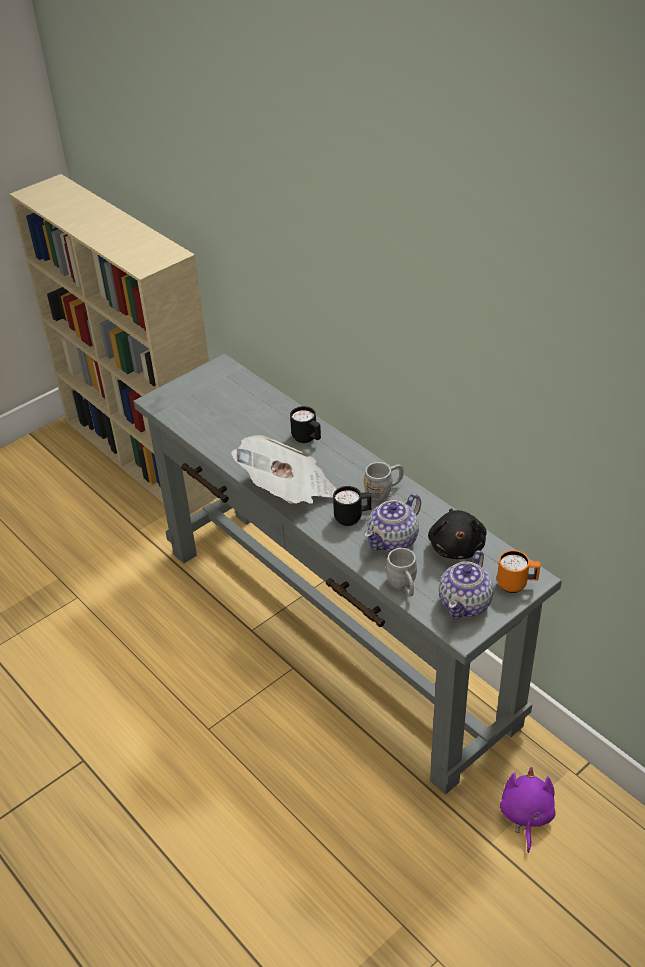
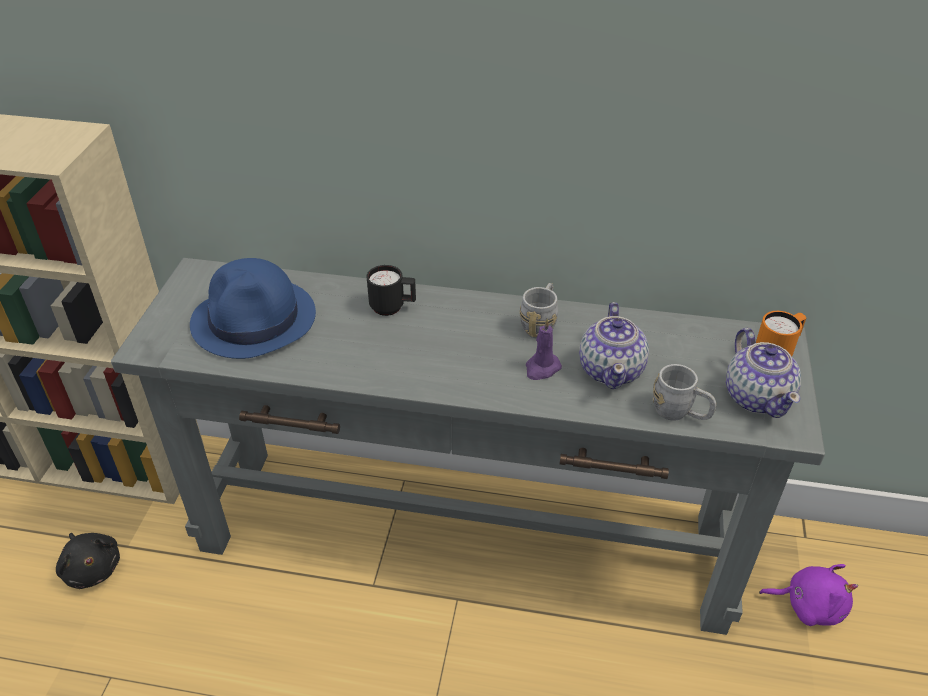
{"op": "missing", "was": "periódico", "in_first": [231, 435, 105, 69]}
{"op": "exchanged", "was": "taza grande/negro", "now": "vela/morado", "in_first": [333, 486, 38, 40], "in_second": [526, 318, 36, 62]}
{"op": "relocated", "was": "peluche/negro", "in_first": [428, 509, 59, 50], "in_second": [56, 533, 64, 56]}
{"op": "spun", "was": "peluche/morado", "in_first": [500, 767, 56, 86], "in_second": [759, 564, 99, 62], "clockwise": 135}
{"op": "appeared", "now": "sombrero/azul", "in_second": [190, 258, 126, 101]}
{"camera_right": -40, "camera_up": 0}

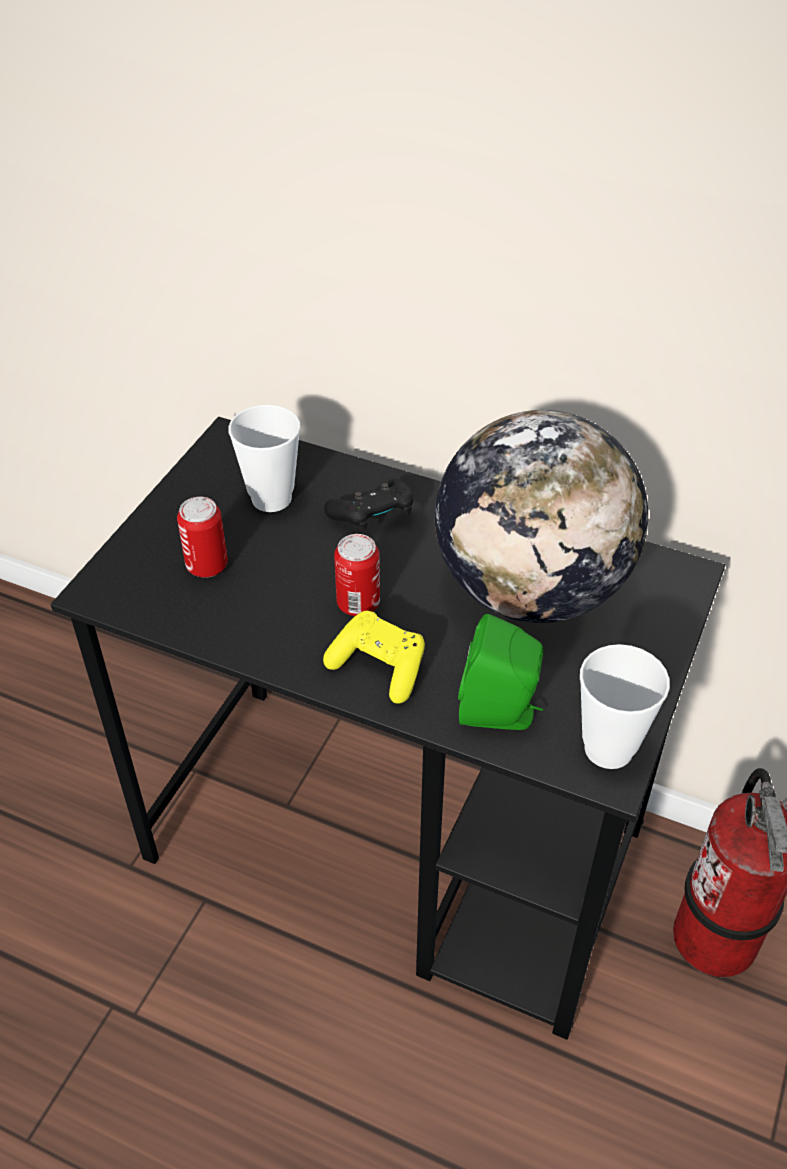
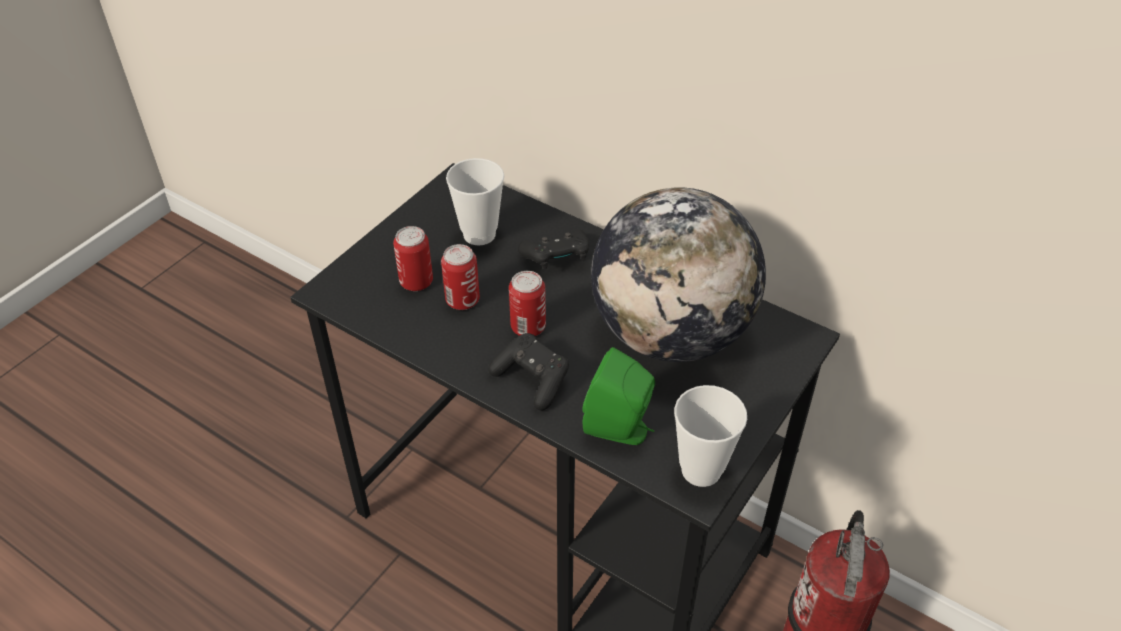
{"op": "colour", "was": "mando de consola/amarillo", "now": "mando de consola/negro", "in_first": [323, 611, 102, 93], "in_second": [488, 333, 81, 78]}
{"op": "appeared", "now": "lata", "in_second": [441, 244, 39, 66]}
{"camera_right": 10, "camera_up": 0}

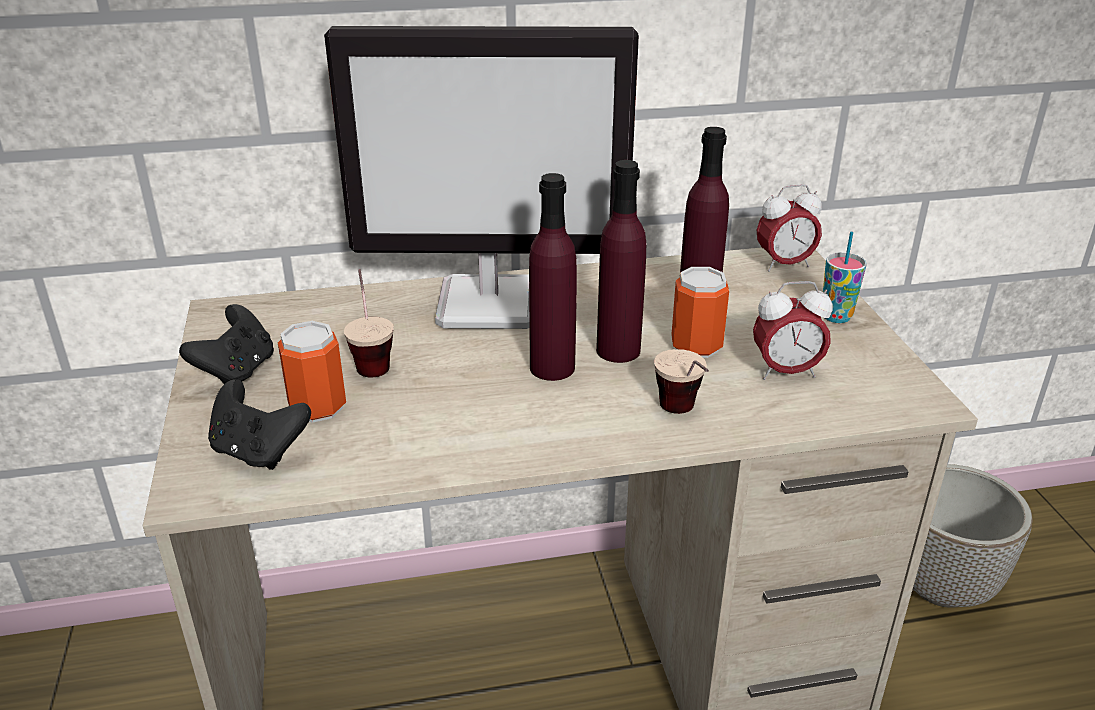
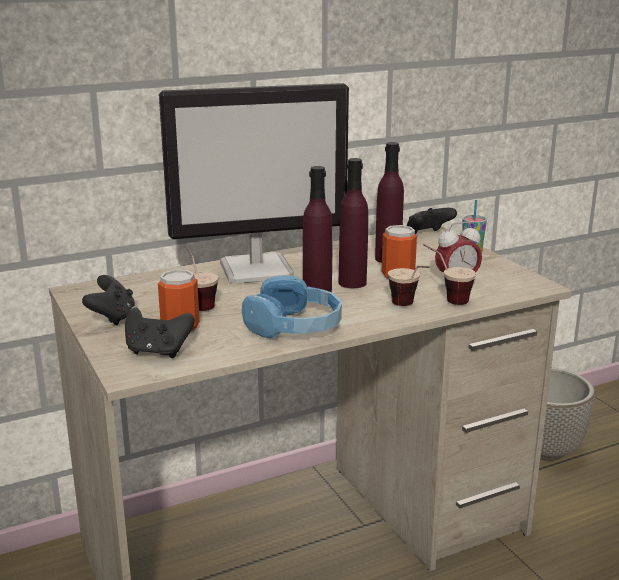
{"op": "exchanged", "was": "despertador", "now": "mando de consola/negro", "in_first": [757, 184, 65, 88], "in_second": [407, 208, 50, 26]}
{"op": "appeared", "now": "taza", "in_second": [423, 244, 53, 61]}
{"op": "appeared", "now": "auriculares/azul", "in_second": [242, 276, 100, 62]}
{"camera_right": -15, "camera_up": -10}

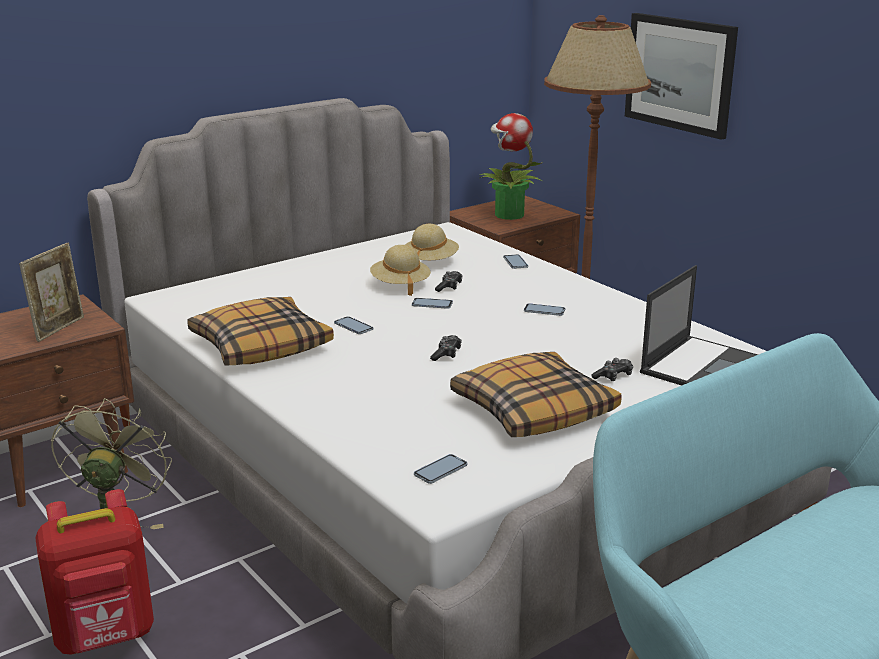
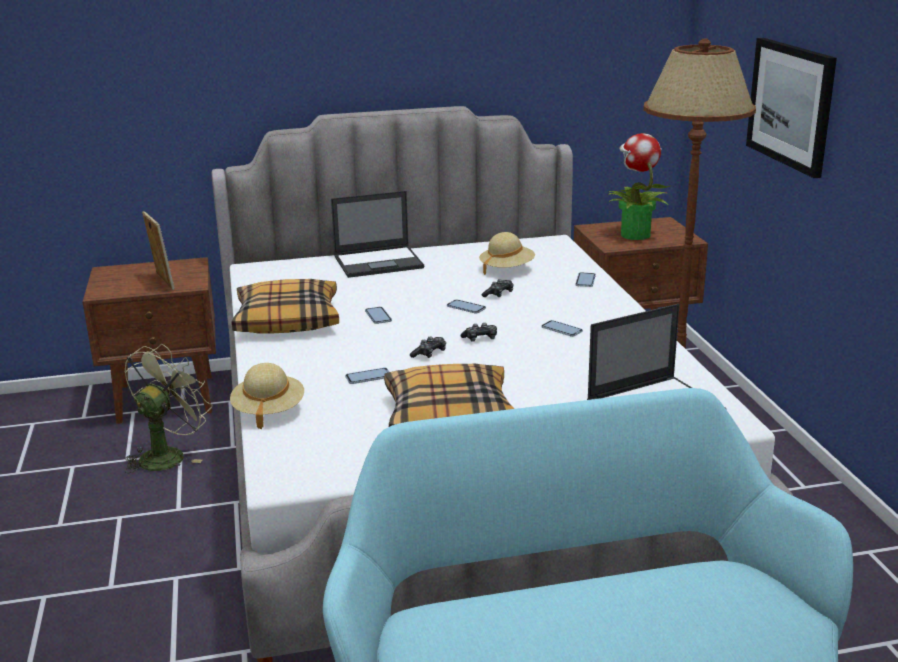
{"op": "spun", "was": "portarretratos", "in_first": [19, 243, 65, 99], "in_second": [142, 211, 33, 79], "clockwise": -75}
{"op": "relocated", "was": "sombrero/beis", "in_first": [370, 245, 61, 51], "in_second": [230, 363, 74, 66]}
{"op": "relocated", "was": "mando de consola", "in_first": [591, 358, 42, 23], "in_second": [461, 323, 36, 19]}
{"op": "relocated", "was": "móvil", "in_first": [414, 454, 53, 30], "in_second": [345, 368, 44, 16]}
{"op": "missing", "was": "mochila/rojo", "in_first": [36, 489, 118, 166]}
{"op": "appeared", "now": "portátil", "in_second": [331, 191, 93, 87]}
{"camera_right": 25, "camera_up": 0}

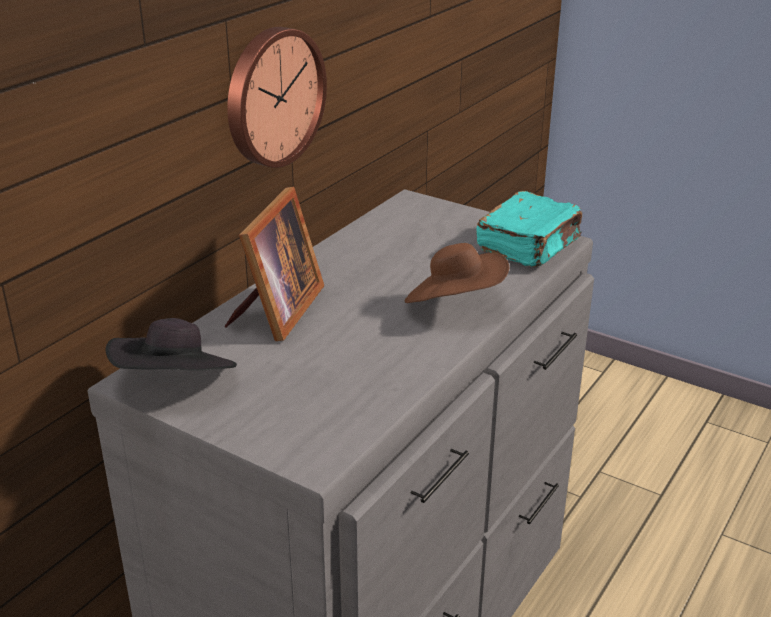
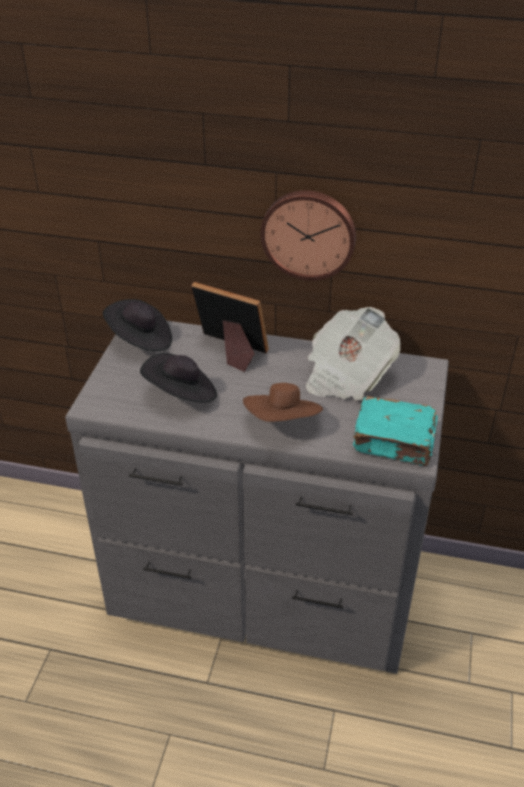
{"op": "spun", "was": "portarretratos", "in_first": [224, 187, 100, 154], "in_second": [191, 282, 78, 90], "clockwise": -150}
{"op": "appeared", "now": "periódico", "in_second": [306, 307, 94, 94]}
{"op": "appeared", "now": "sombrero/negro", "in_second": [140, 353, 77, 50]}
{"camera_right": 70, "camera_up": 10}

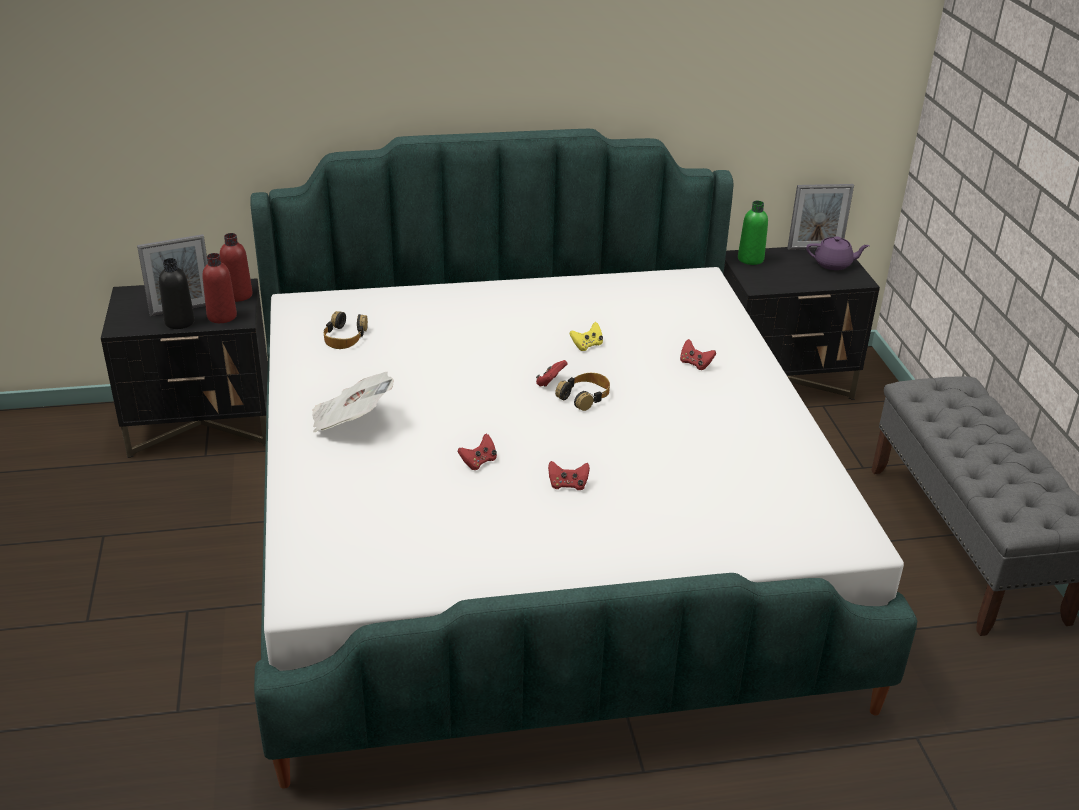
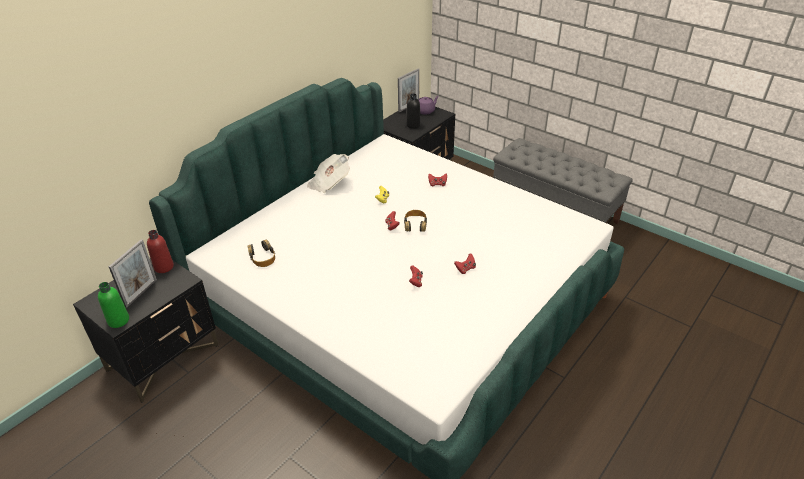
{"op": "relocated", "was": "botella/verde", "in_first": [738, 201, 30, 64], "in_second": [98, 282, 31, 46]}
{"op": "missing", "was": "botella/rojo", "in_first": [202, 253, 35, 70]}
{"op": "relocated", "was": "botella/negro", "in_first": [159, 258, 36, 71], "in_second": [406, 94, 15, 35]}
{"op": "relocated", "was": "periódico", "in_first": [312, 372, 82, 61], "in_second": [307, 154, 43, 39]}
{"camera_right": -40, "camera_up": 5}

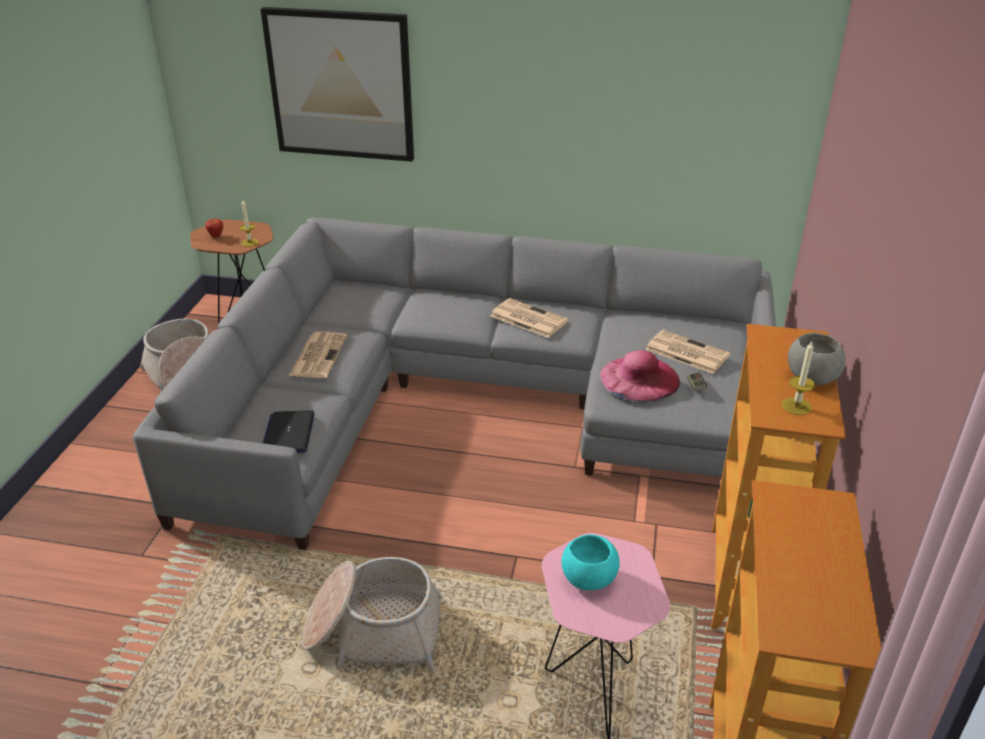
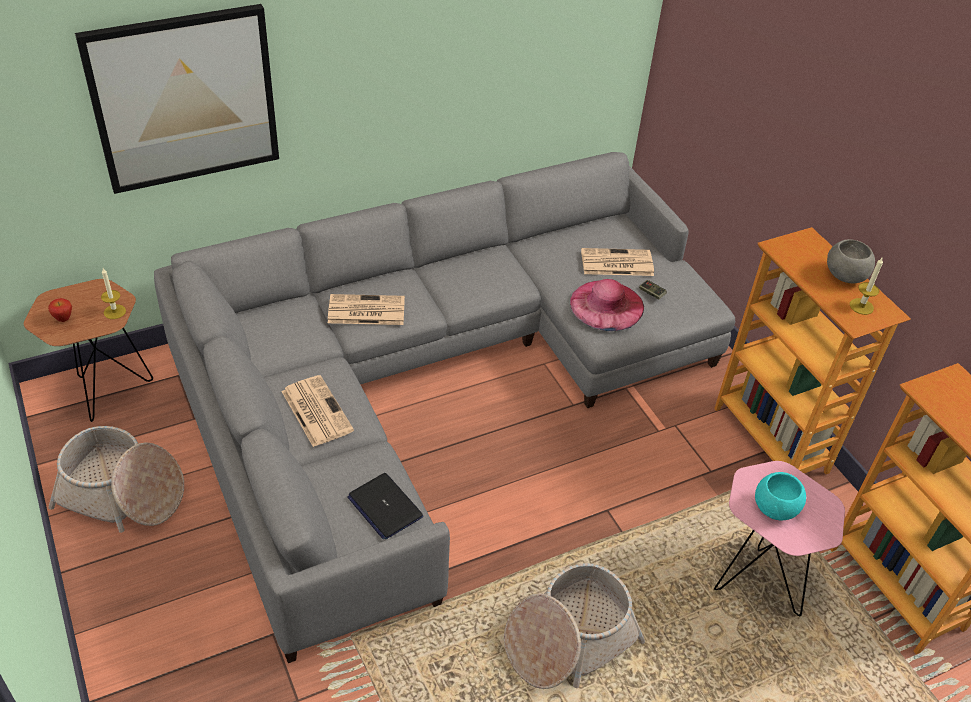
{"op": "relocated", "was": "periódico", "in_first": [490, 298, 78, 40], "in_second": [328, 294, 77, 31]}
{"camera_right": -40, "camera_up": 10}

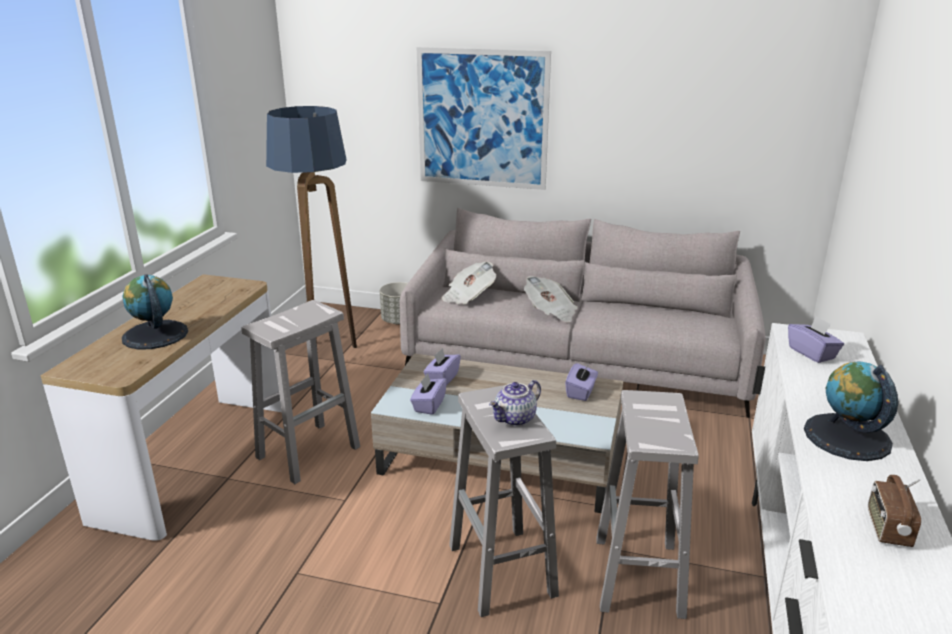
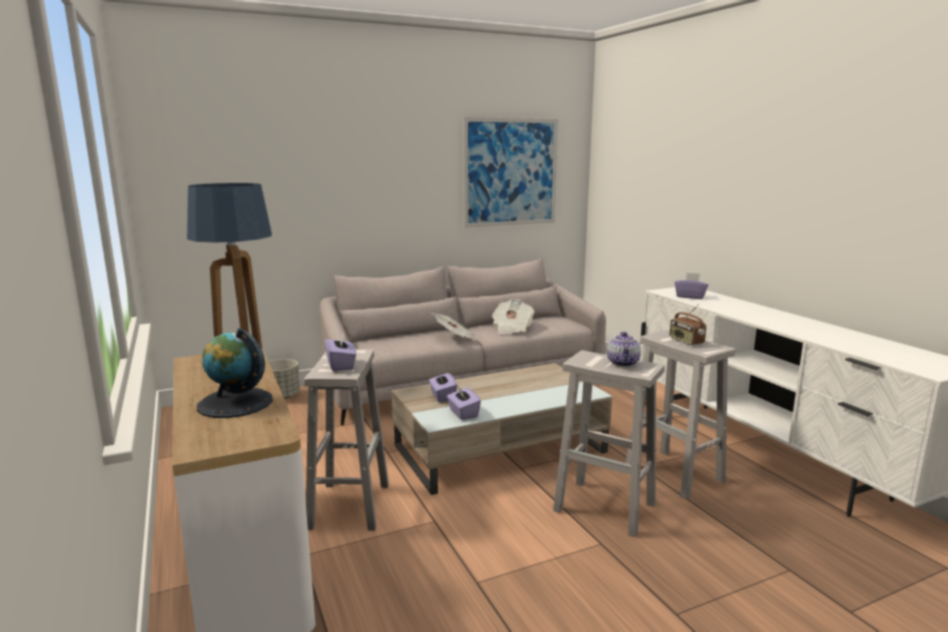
{"op": "relocated", "was": "cuadro", "in_first": [416, 47, 135, 143], "in_second": [463, 117, 95, 111]}
{"op": "relocated", "was": "periódico", "in_first": [441, 262, 55, 43], "in_second": [492, 299, 43, 35]}
{"op": "missing", "was": "globo terráqueo", "in_first": [804, 361, 94, 100]}
{"op": "relocated", "was": "caja de pañuelos/morado", "in_first": [565, 363, 33, 38], "in_second": [325, 332, 31, 39]}
{"op": "relocated", "was": "radio", "in_first": [868, 475, 53, 72], "in_second": [670, 304, 36, 41]}
{"camera_right": -40, "camera_up": -10}

